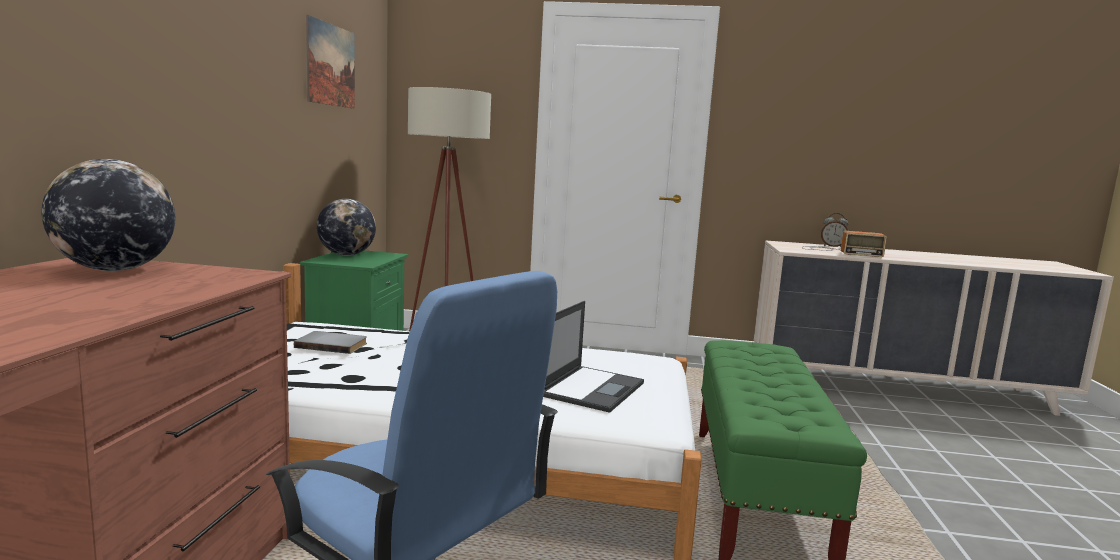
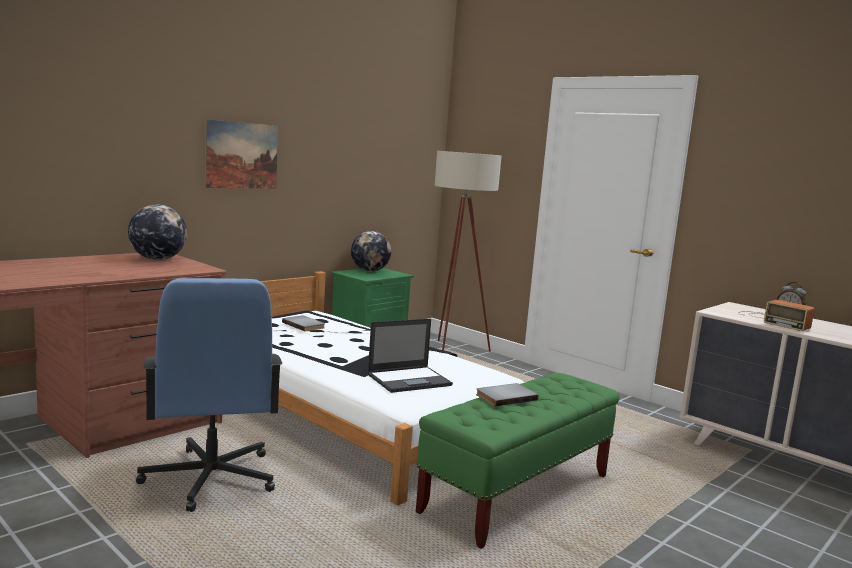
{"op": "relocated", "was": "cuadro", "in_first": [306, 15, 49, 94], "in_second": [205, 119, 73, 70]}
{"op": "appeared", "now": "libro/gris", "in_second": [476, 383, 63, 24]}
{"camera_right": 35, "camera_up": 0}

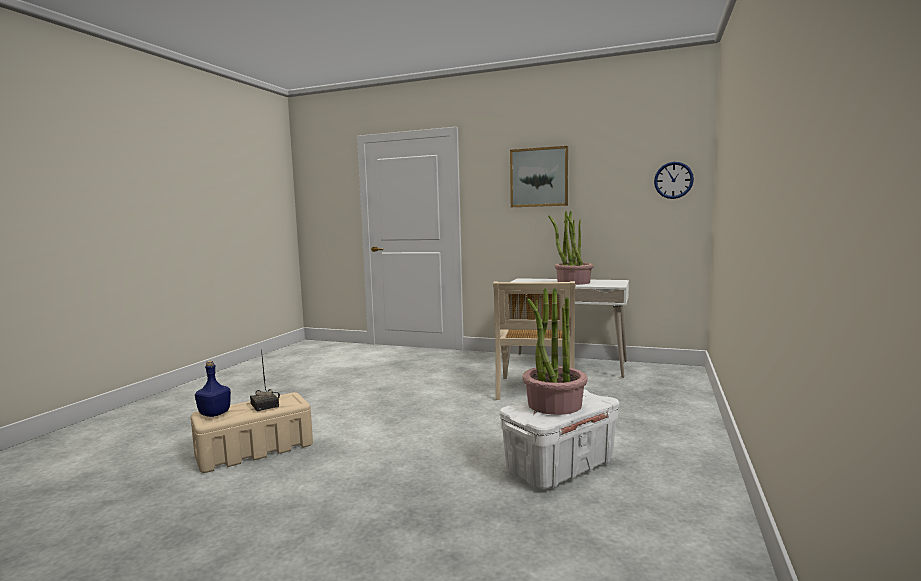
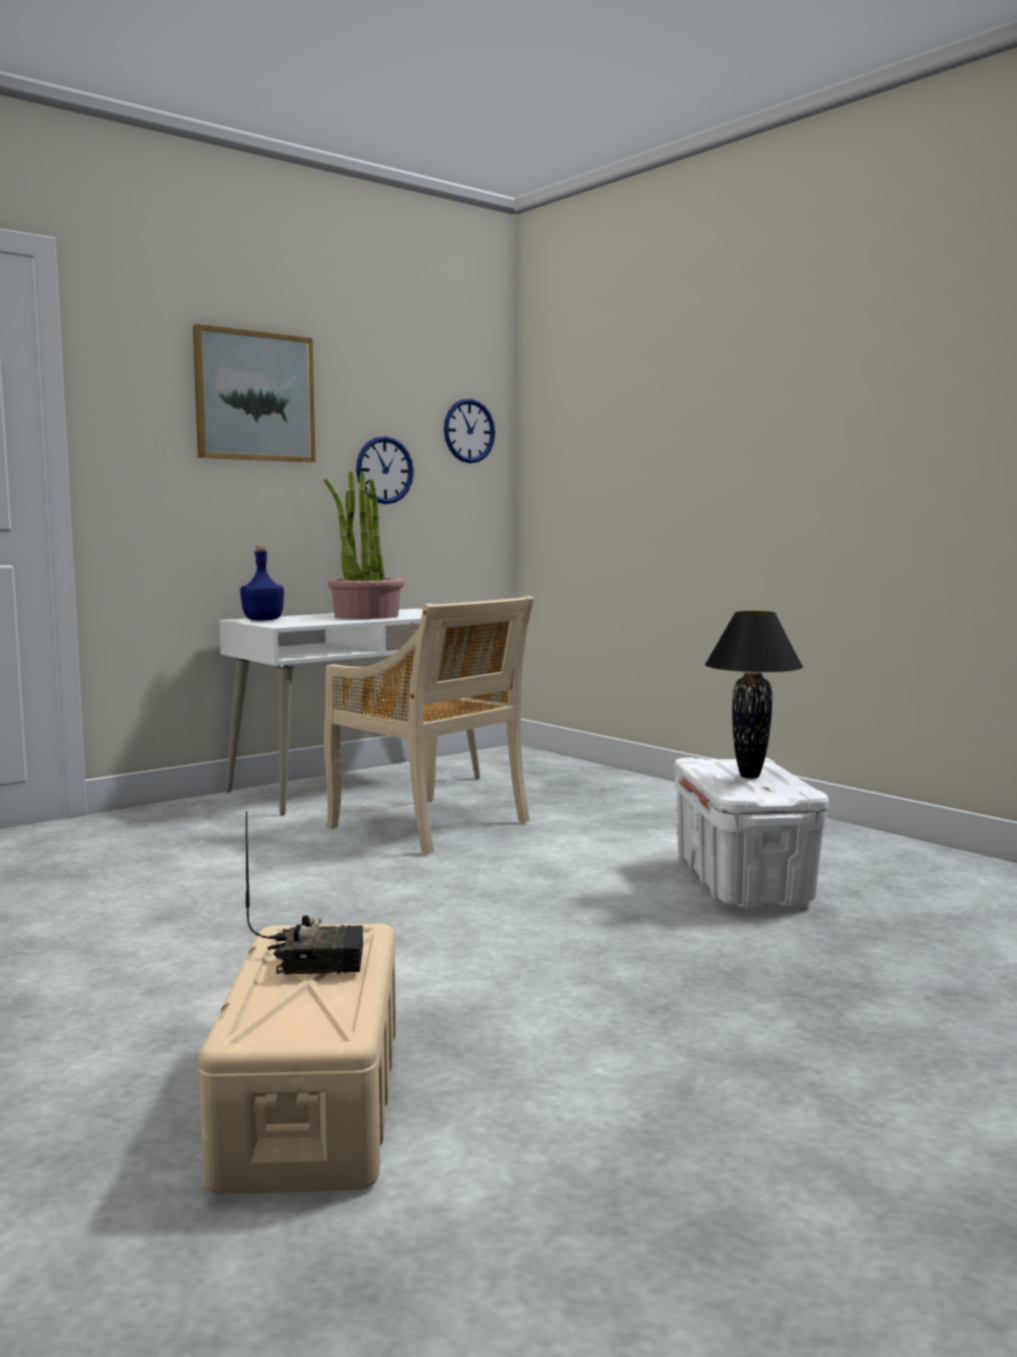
{"op": "exchanged", "was": "planta en maceta", "now": "lámpara de mesa/negro", "in_first": [523, 288, 65, 127], "in_second": [705, 611, 98, 167]}
{"op": "relocated", "was": "botella/azul", "in_first": [195, 361, 36, 56], "in_second": [240, 546, 44, 75]}
{"op": "appeared", "now": "reloj de pared", "in_second": [356, 436, 58, 68]}
{"camera_right": -60, "camera_up": 0}

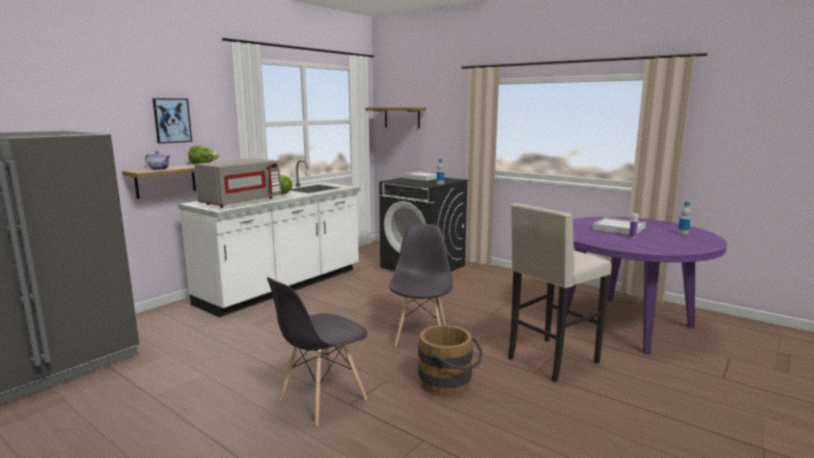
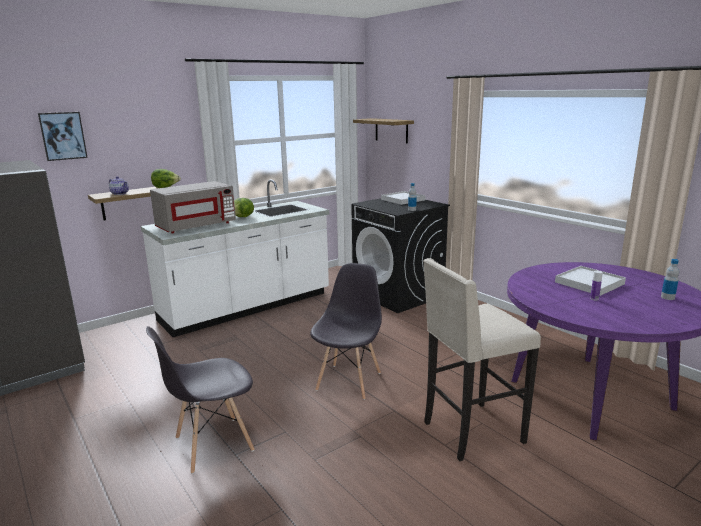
{"op": "relocated", "was": "cuadro", "in_first": [152, 98, 40, 46], "in_second": [38, 112, 50, 49]}
{"op": "missing", "was": "cubo/marrón", "in_first": [418, 325, 65, 72]}
{"camera_right": 15, "camera_up": 5}

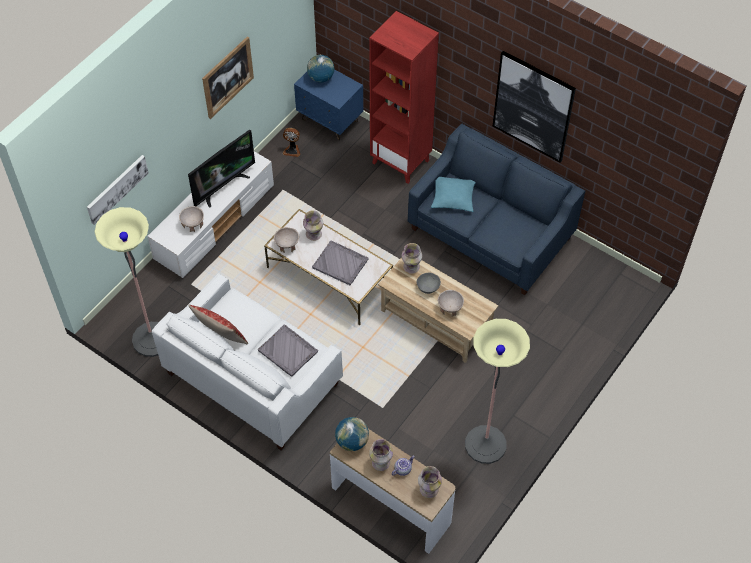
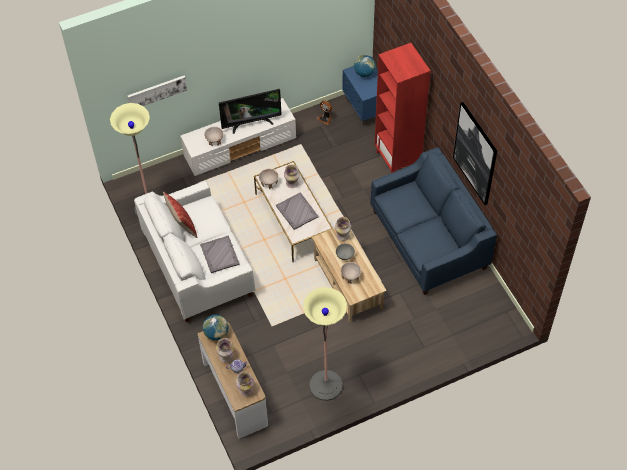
{"op": "missing", "was": "cuadro", "in_first": [202, 36, 52, 83]}
{"op": "missing", "was": "cojín/turquesa", "in_first": [431, 177, 45, 35]}
{"camera_right": 30, "camera_up": 0}

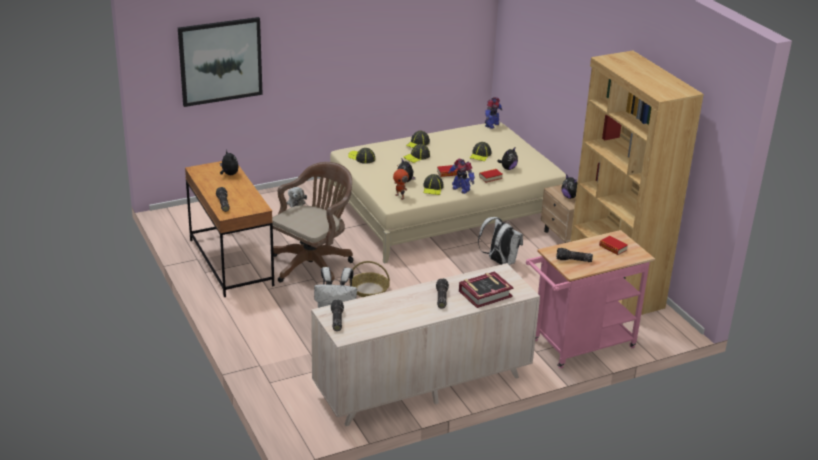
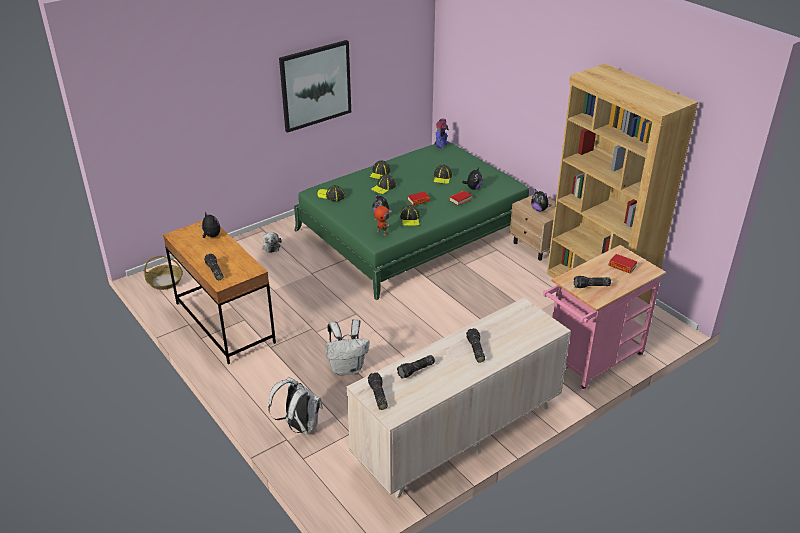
{"op": "relocated", "was": "cuadro", "in_first": [178, 17, 85, 90], "in_second": [279, 40, 72, 93]}
{"op": "colour", "was": "cama/beis", "now": "cama/verde", "in_first": [327, 122, 239, 141], "in_second": [294, 141, 235, 159]}
{"op": "missing", "was": "robot de juguete", "in_first": [448, 159, 27, 35]}
{"op": "missing", "was": "silla de oficina/marrón", "in_first": [272, 162, 82, 122]}
{"op": "relocated", "was": "mochila/blanco", "in_first": [478, 217, 45, 48], "in_second": [268, 377, 55, 58]}
{"op": "relocated", "was": "cesta", "in_first": [352, 261, 38, 36], "in_second": [144, 256, 39, 34]}
{"op": "missing", "was": "libro", "in_first": [459, 271, 54, 37]}
{"op": "appeared", "now": "linterna", "in_second": [397, 355, 38, 24]}
{"camera_right": -10, "camera_up": 5}

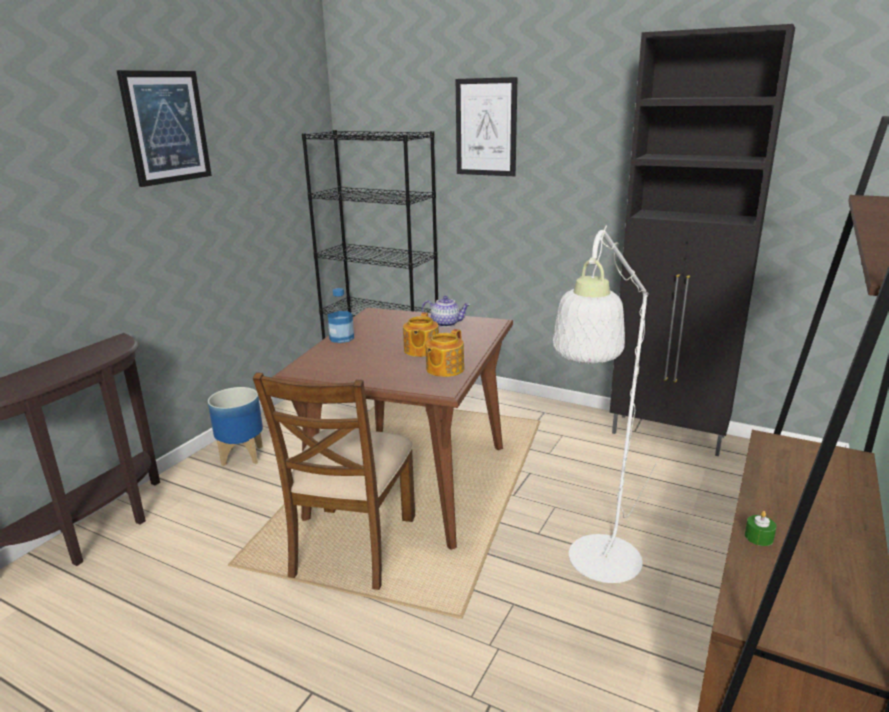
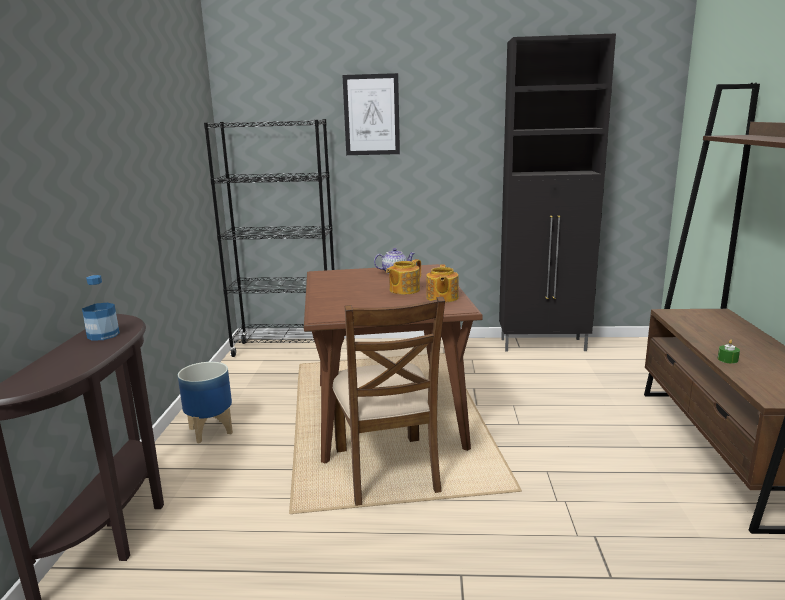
{"op": "missing", "was": "cuadro", "in_first": [117, 70, 95, 117]}
{"op": "missing", "was": "lámpara de pie/blanco", "in_first": [553, 225, 103, 358]}
{"op": "relocated", "was": "botella", "in_first": [328, 288, 26, 55], "in_second": [82, 275, 38, 66]}
{"op": "spun", "was": "tetera", "in_first": [403, 312, 36, 45], "in_second": [386, 259, 35, 36], "clockwise": 60}
{"camera_right": -25, "camera_up": -5}

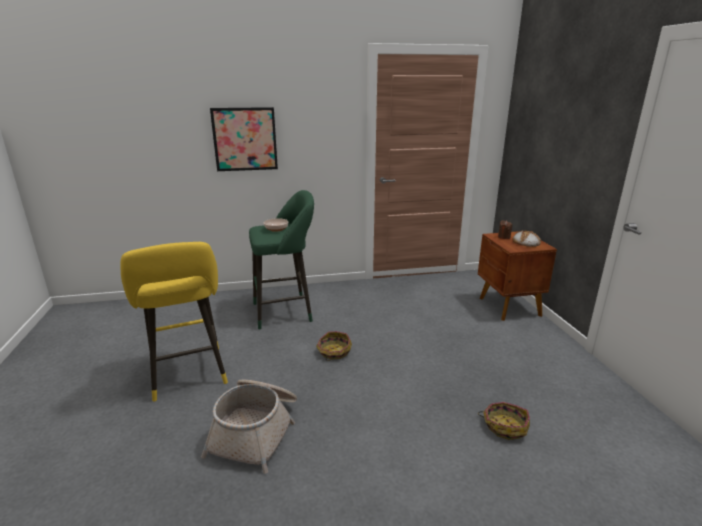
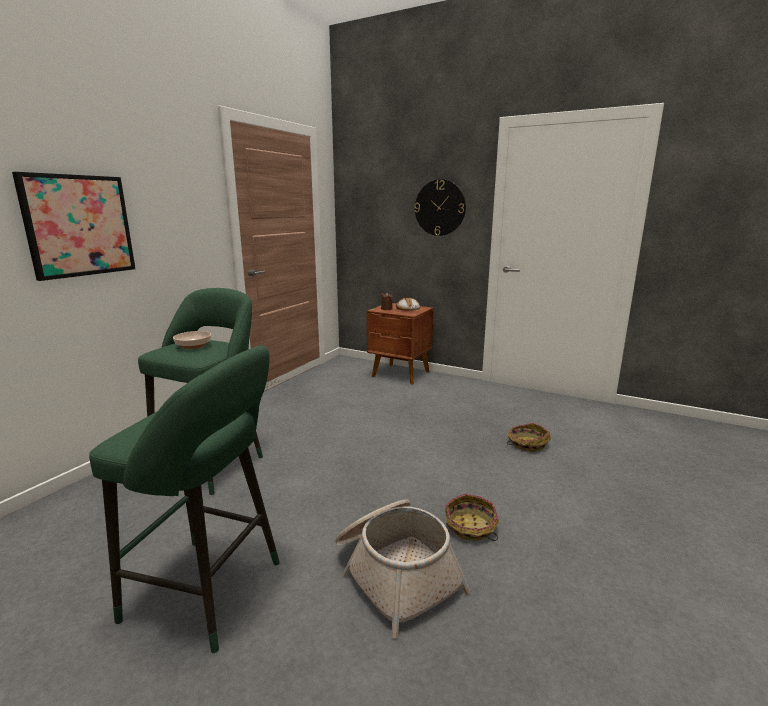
{"op": "colour", "was": "taburete/amarillo", "now": "taburete/verde", "in_first": [120, 242, 108, 159], "in_second": [89, 345, 191, 308]}
{"op": "relocated", "was": "cesta", "in_first": [316, 331, 36, 30], "in_second": [445, 493, 54, 48]}
{"op": "appeared", "now": "reloj de pared", "in_second": [414, 179, 52, 57]}
{"camera_right": -50, "camera_up": -5}

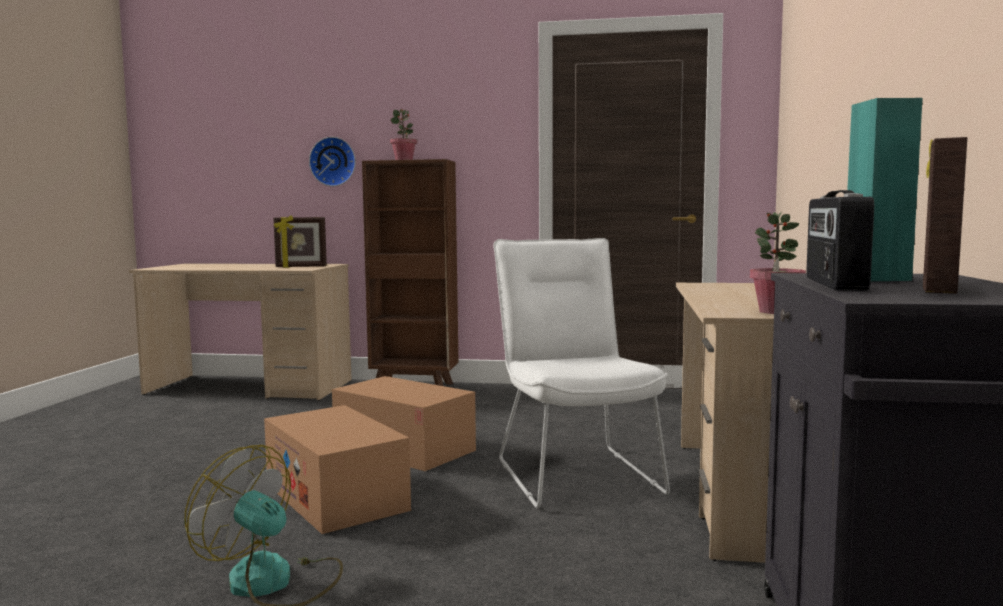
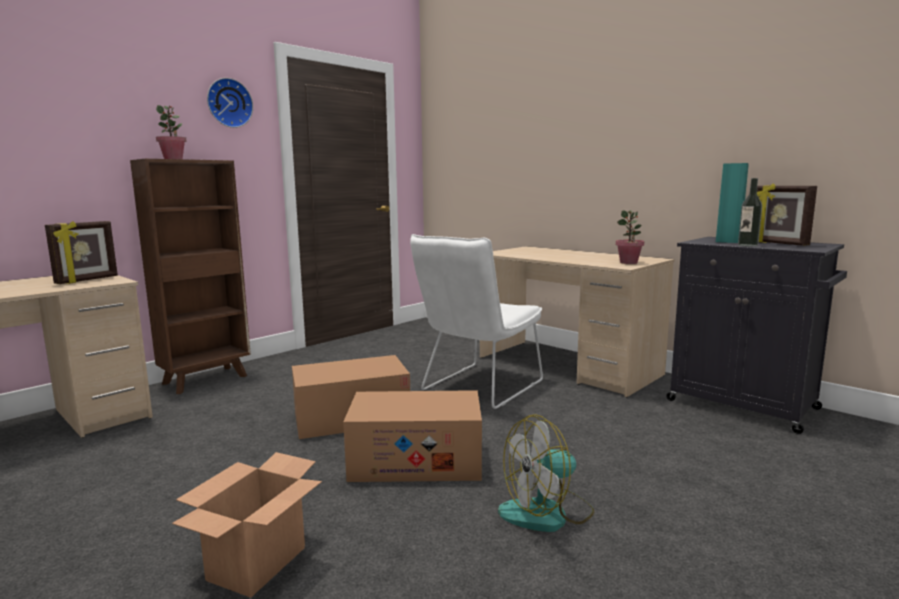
{"op": "relocated", "was": "reloj de pared", "in_first": [309, 137, 47, 50], "in_second": [207, 78, 46, 50]}
{"op": "exchanged", "was": "radio", "now": "botella", "in_first": [806, 190, 68, 101], "in_second": [738, 178, 24, 69]}
{"op": "spun", "was": "silla/blanco", "in_first": [493, 238, 177, 271], "in_second": [410, 234, 133, 175], "clockwise": -75}
{"op": "appeared", "now": "caja de cartón", "in_second": [172, 452, 150, 146]}
{"camera_right": -55, "camera_up": 5}

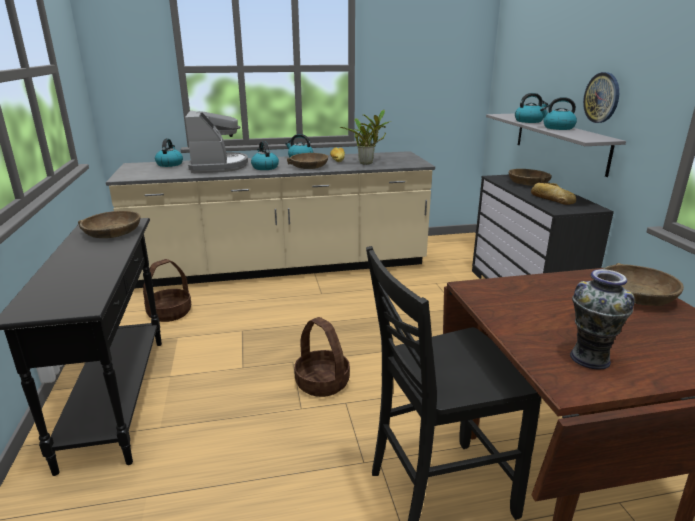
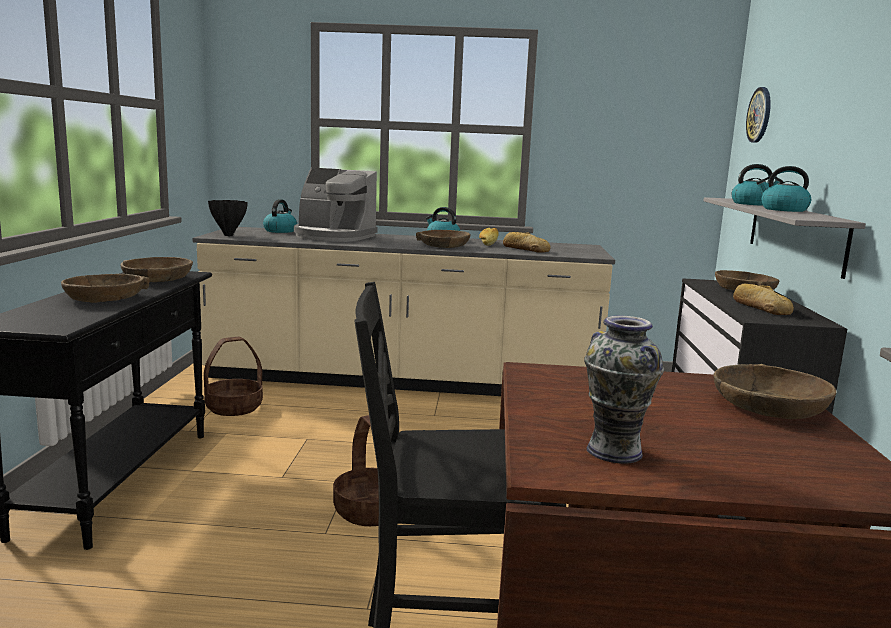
{"op": "relocated", "was": "reloj de pared", "in_first": [583, 72, 36, 51], "in_second": [746, 87, 25, 56]}
{"op": "spun", "was": "cafetera", "in_first": [185, 110, 63, 63], "in_second": [294, 167, 84, 75], "clockwise": 105}
{"op": "exchanged", "was": "planta en maceta", "now": "pan", "in_first": [339, 110, 53, 55], "in_second": [503, 232, 48, 21]}
{"op": "missing", "was": "hervidor", "in_first": [251, 141, 28, 29]}
{"op": "appeared", "now": "florero/negro", "in_second": [208, 200, 40, 36]}
{"op": "appeared", "now": "cuenco/marrón", "in_second": [61, 274, 89, 29]}
{"camera_right": 15, "camera_up": -10}

